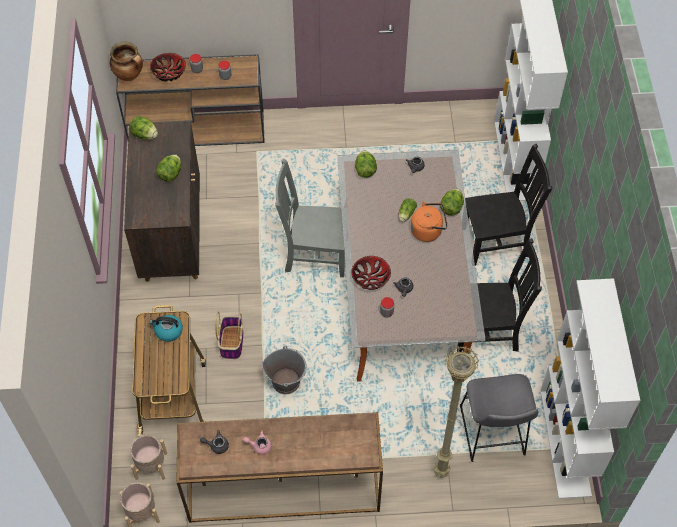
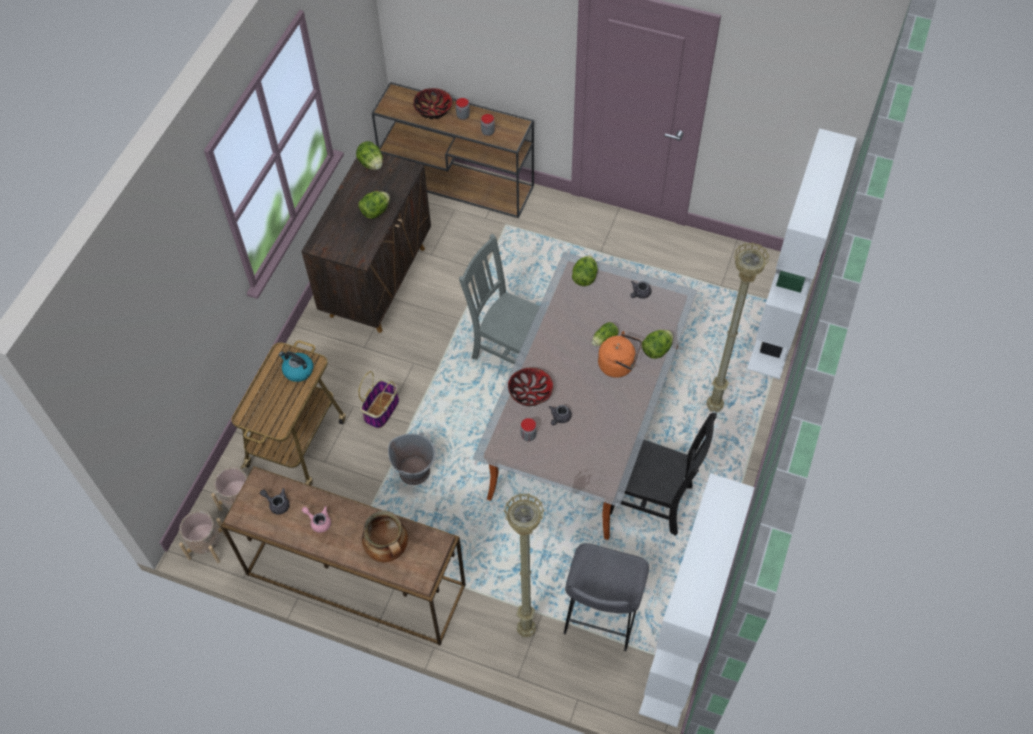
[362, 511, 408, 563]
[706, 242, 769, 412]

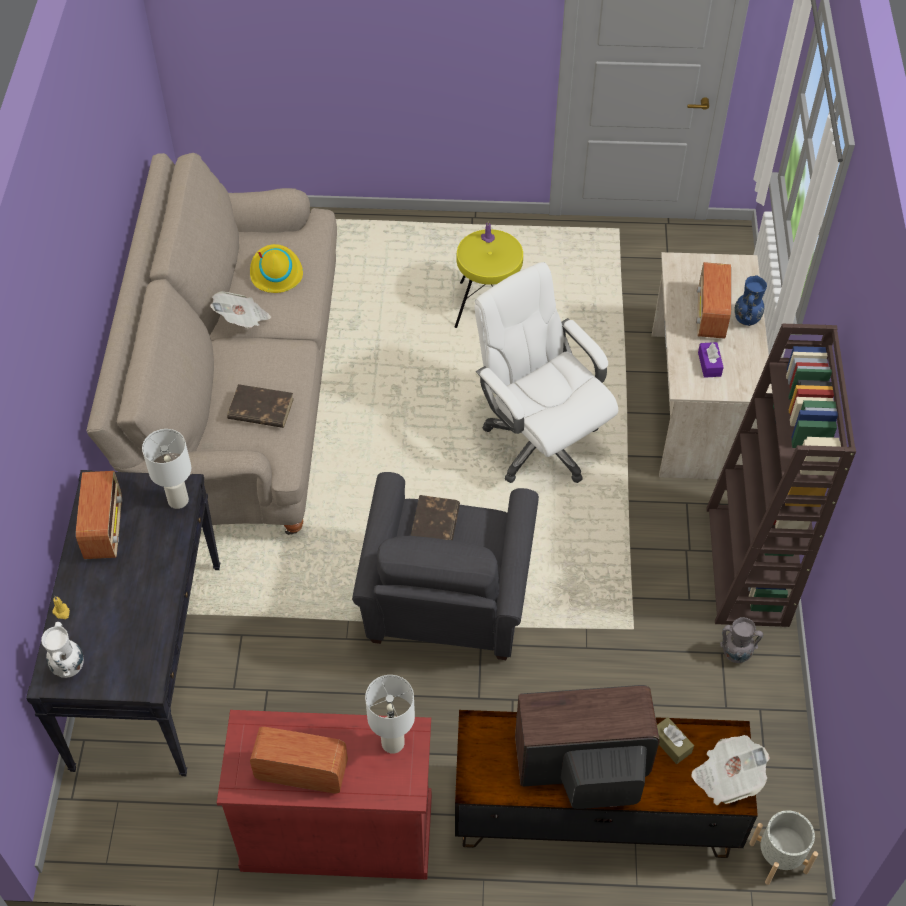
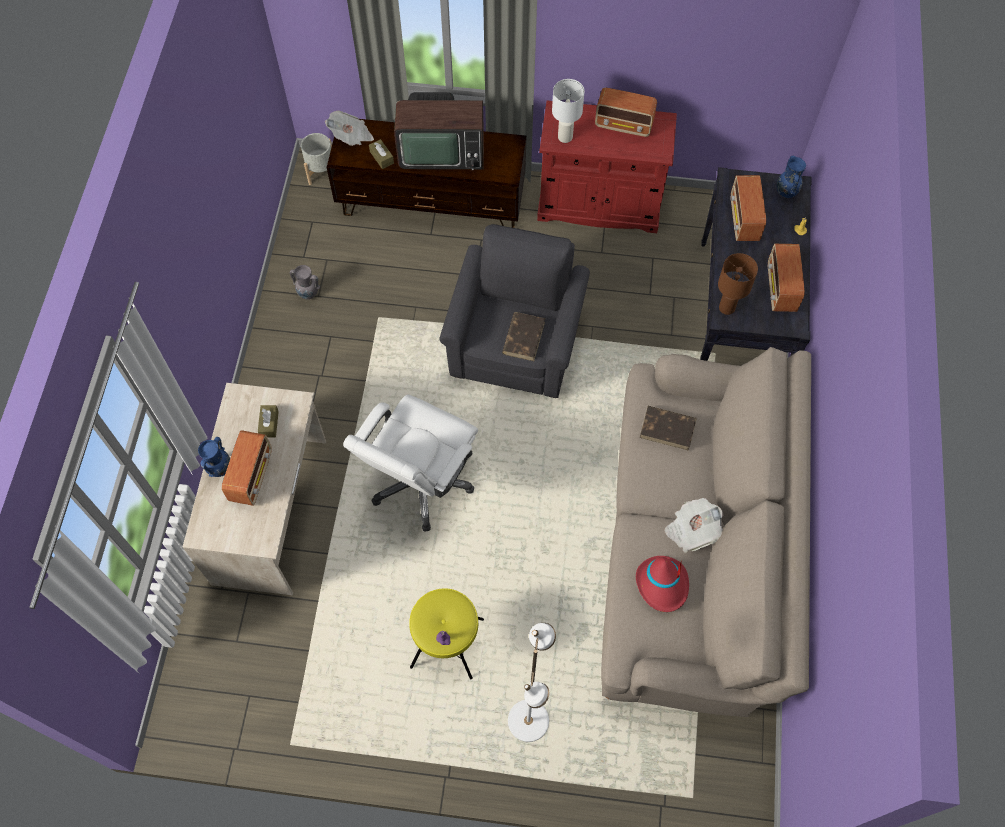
[706, 324, 856, 627] (first image)
[508, 623, 556, 742]
[730, 175, 766, 241]
[777, 156, 806, 198]
[718, 253, 758, 315]
[636, 556, 689, 612]
[258, 405, 279, 437]
[343, 395, 478, 532]

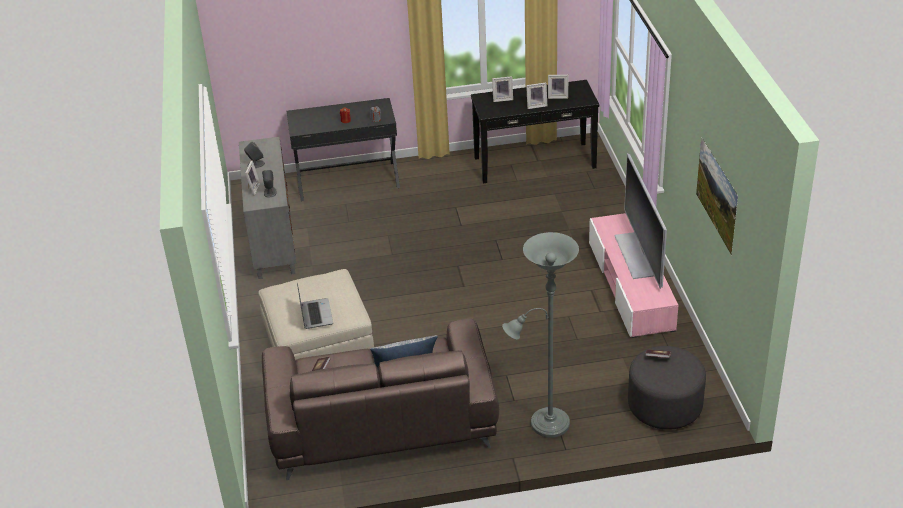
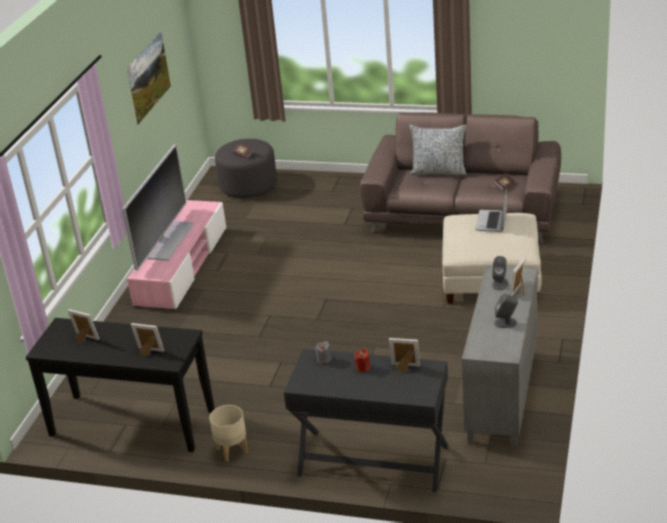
[502, 232, 579, 438] (first image)
[209, 405, 248, 462]
[389, 338, 420, 372]

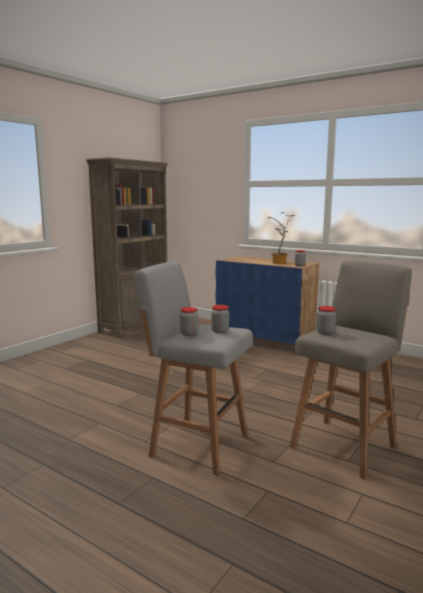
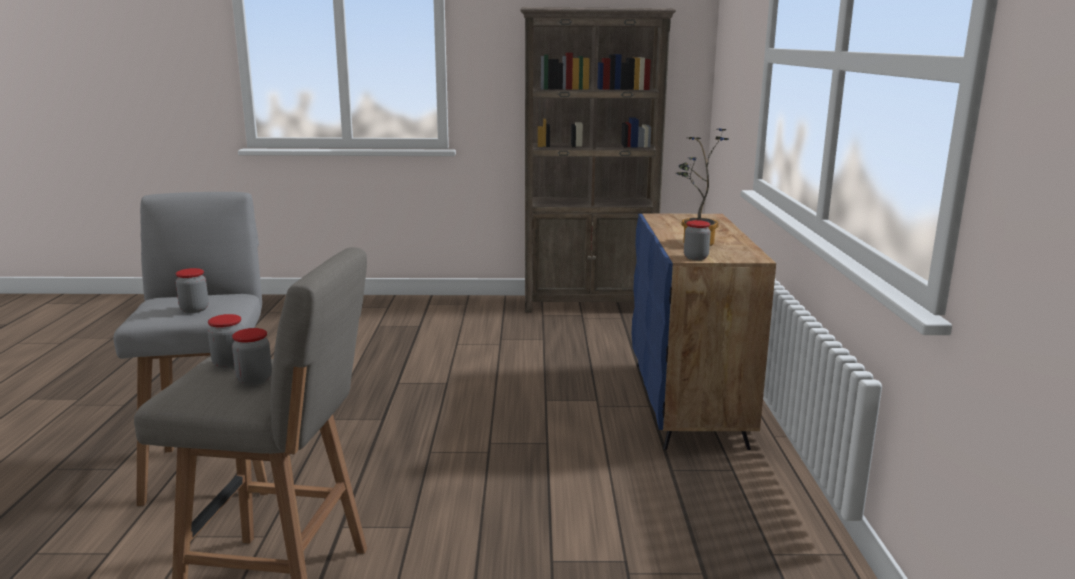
[232, 328, 272, 385]

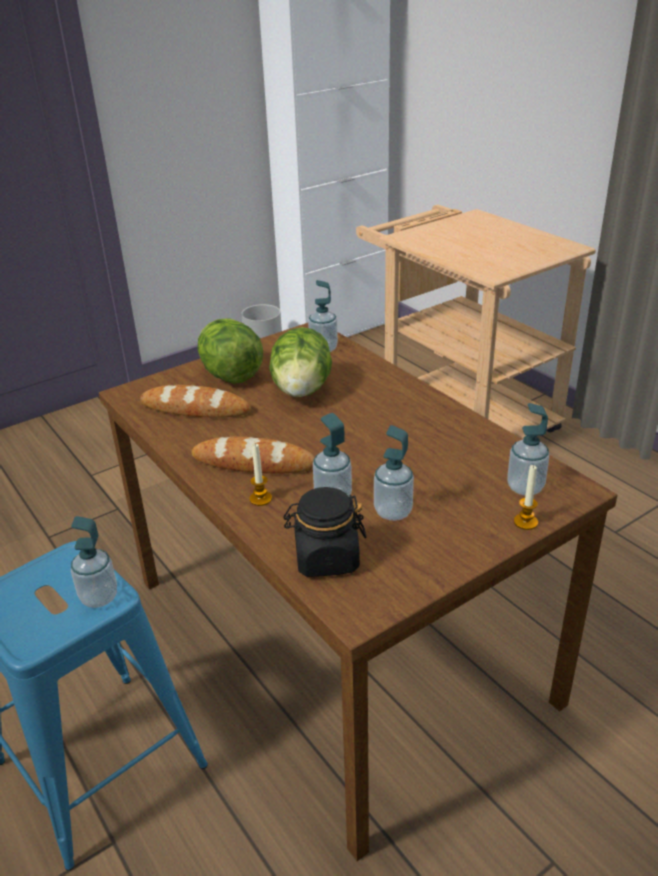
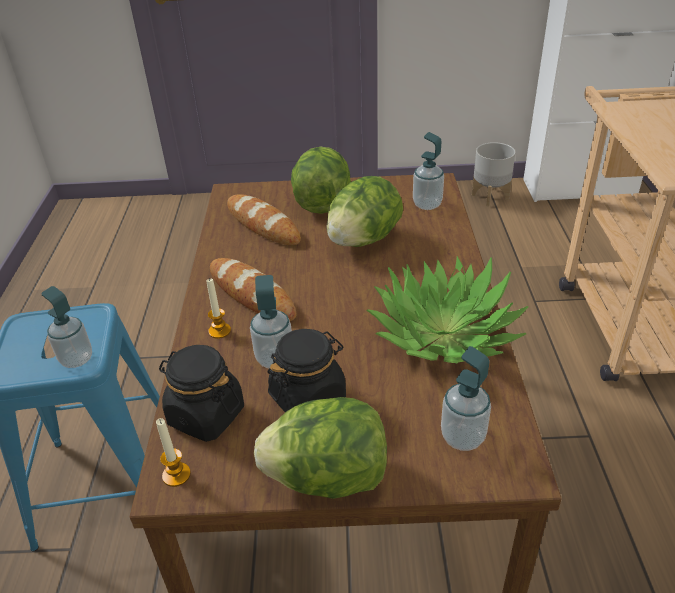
[254, 397, 387, 499]
[366, 256, 528, 363]
[156, 418, 191, 487]
[268, 329, 346, 412]

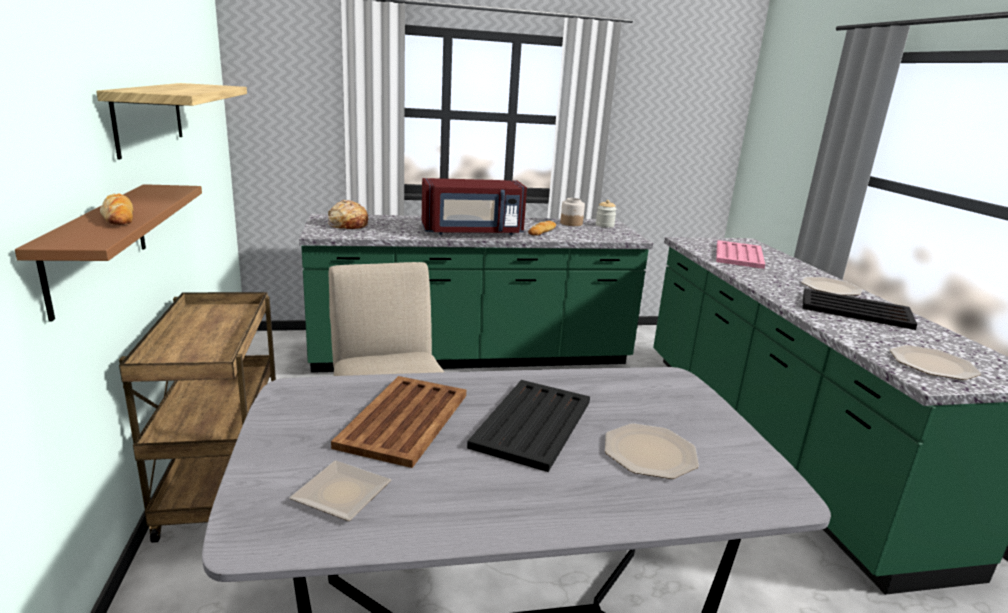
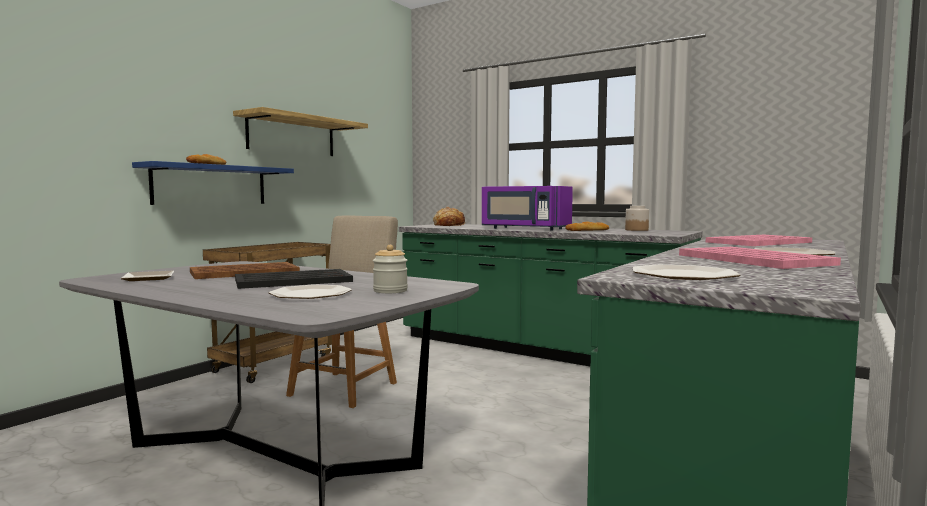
[373, 245, 408, 293]
[132, 161, 294, 205]
[482, 186, 573, 230]
[679, 247, 841, 269]

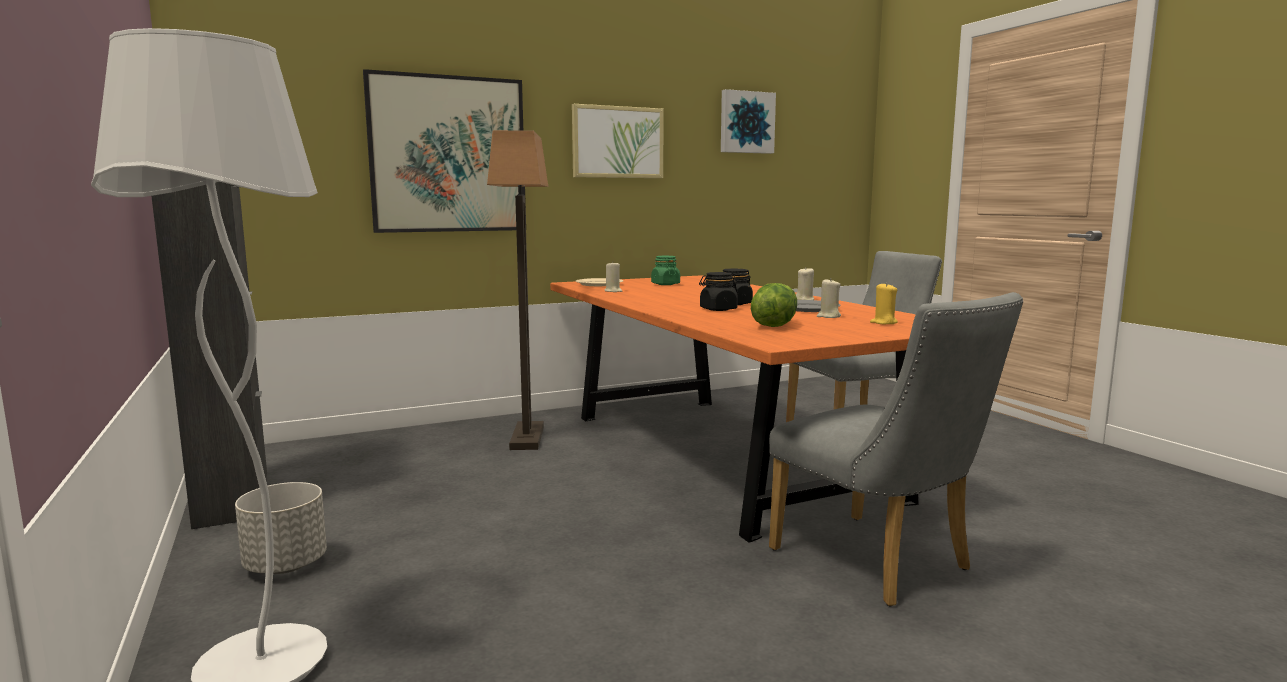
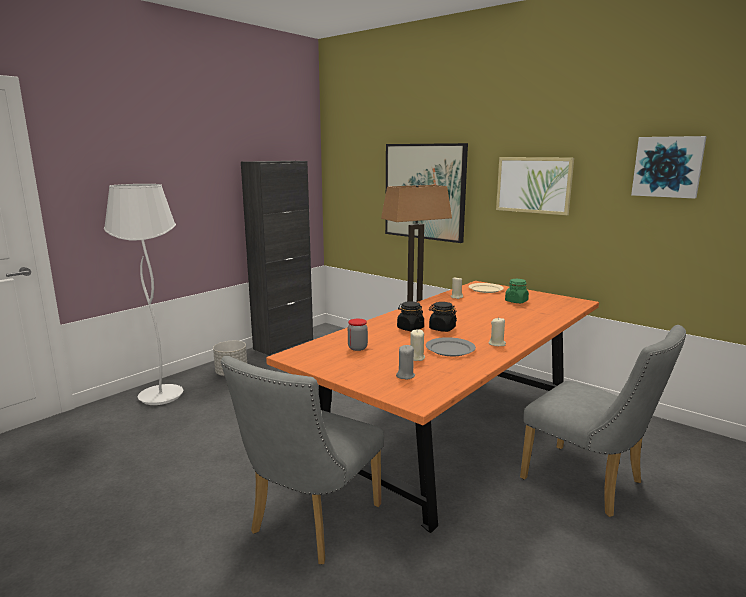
[348, 319, 368, 351]
[396, 345, 415, 380]

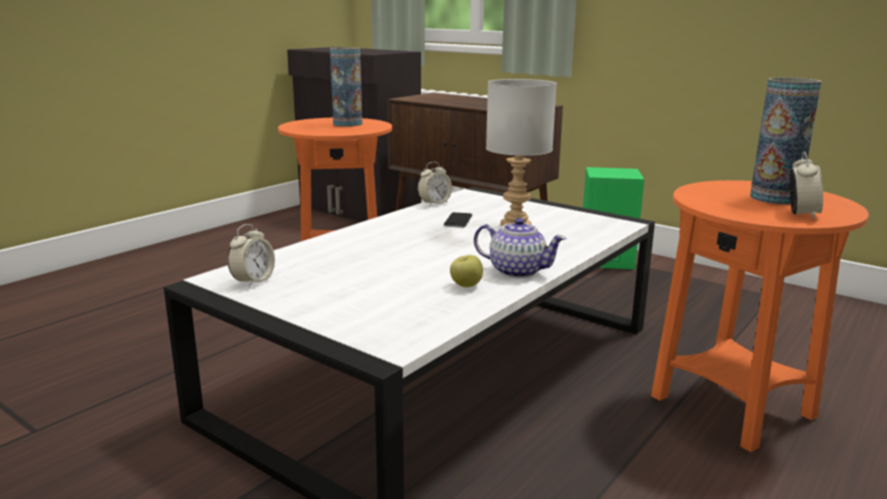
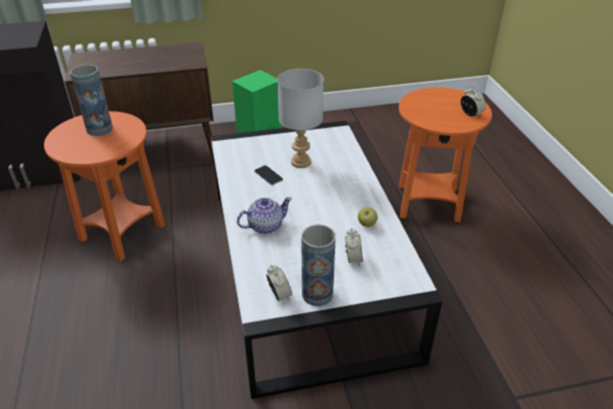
[345, 228, 363, 266]
[237, 197, 292, 234]
[302, 225, 336, 306]

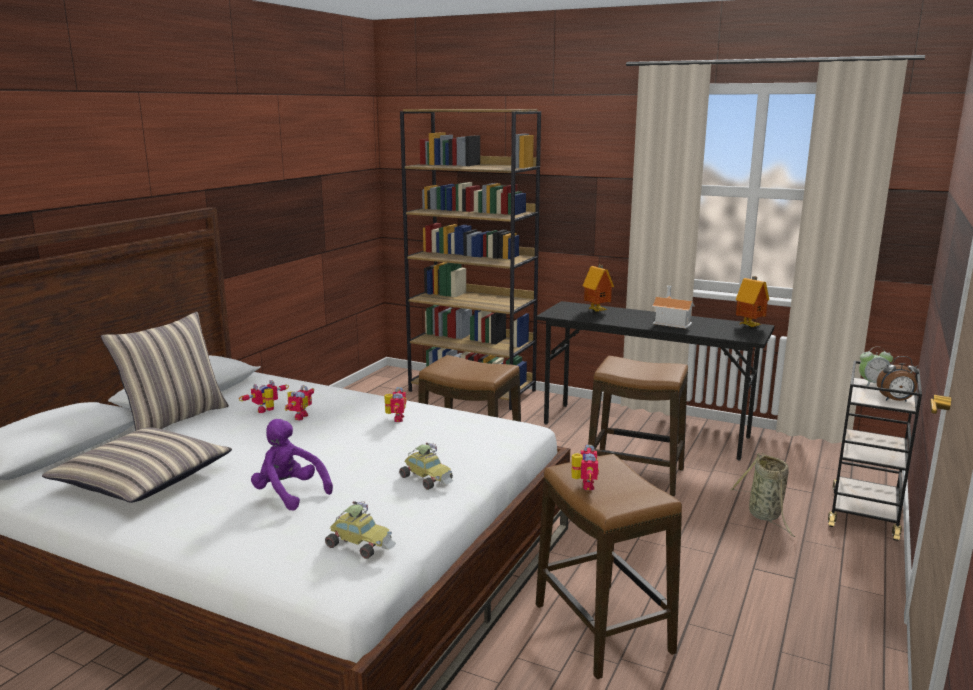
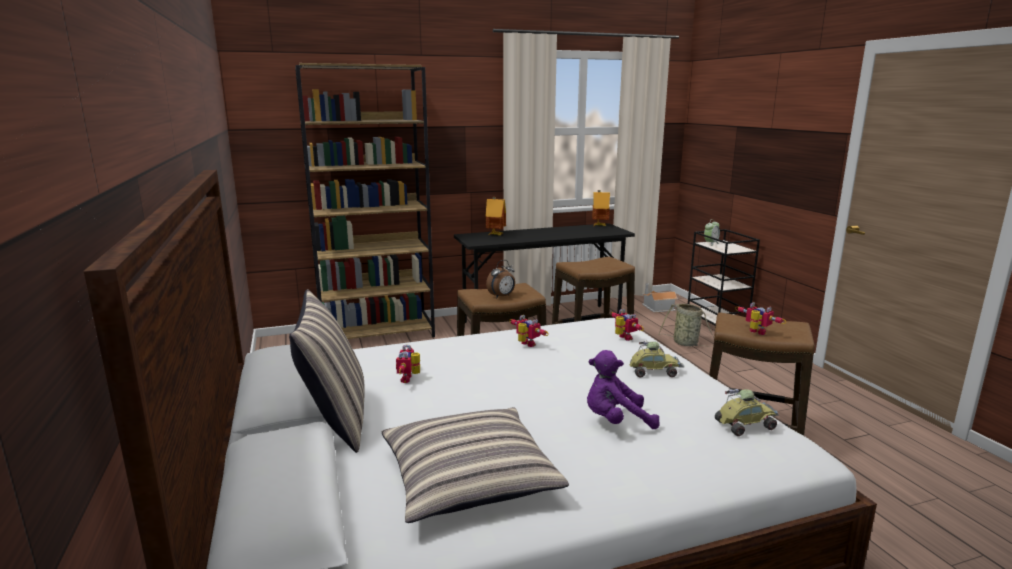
[611, 309, 644, 341]
[641, 283, 678, 313]
[486, 260, 515, 298]

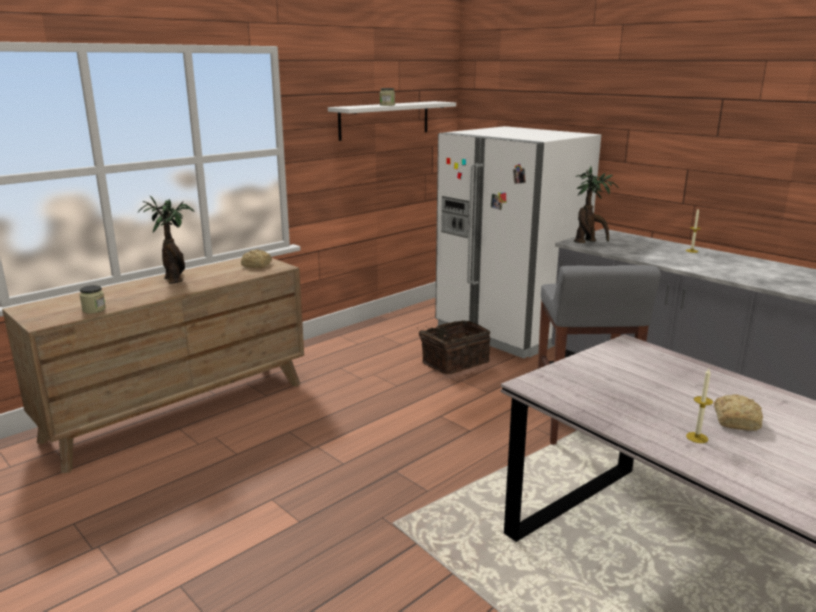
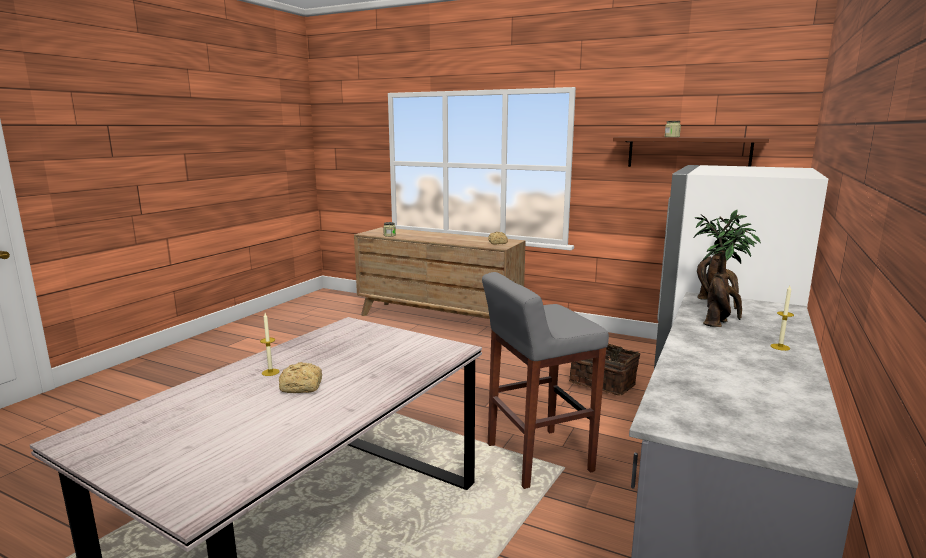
[697, 218, 757, 327]
[613, 137, 769, 167]

